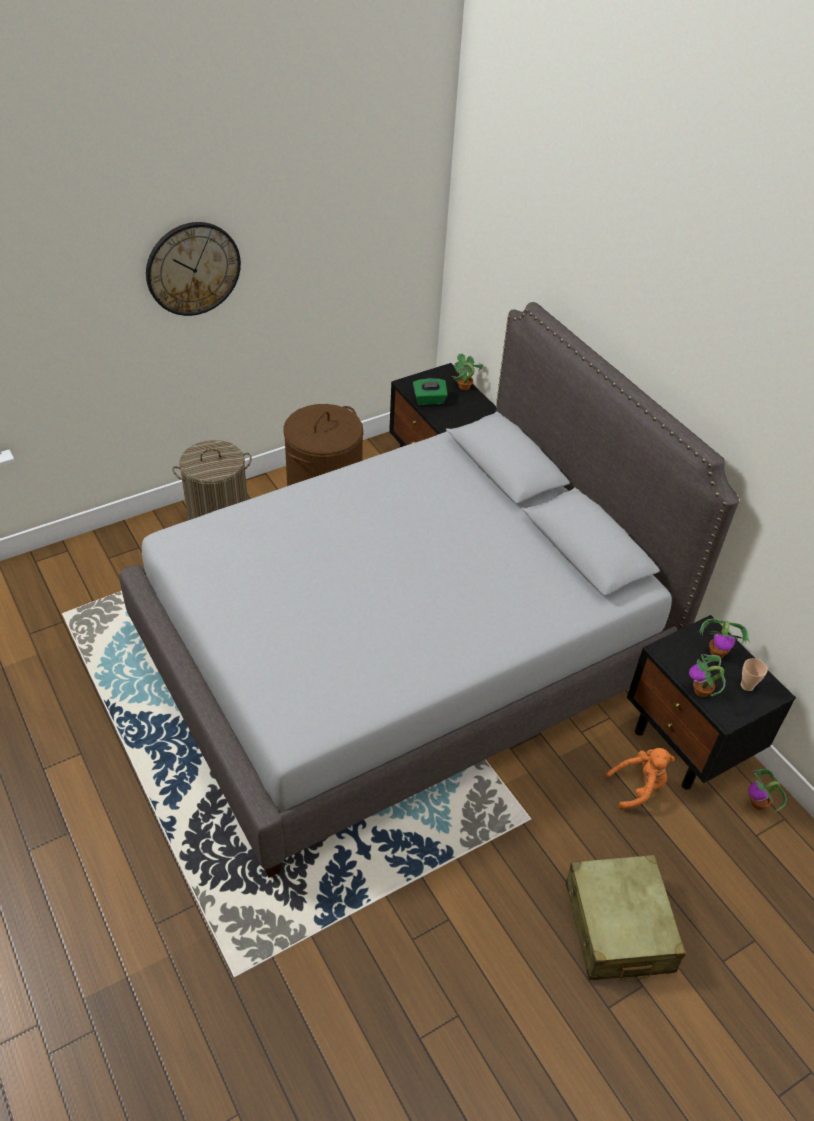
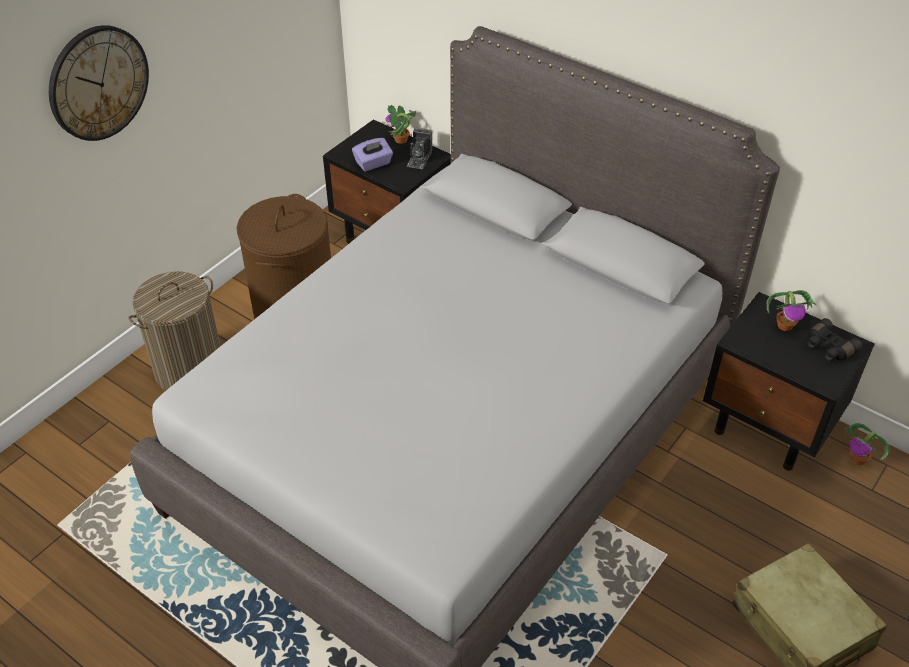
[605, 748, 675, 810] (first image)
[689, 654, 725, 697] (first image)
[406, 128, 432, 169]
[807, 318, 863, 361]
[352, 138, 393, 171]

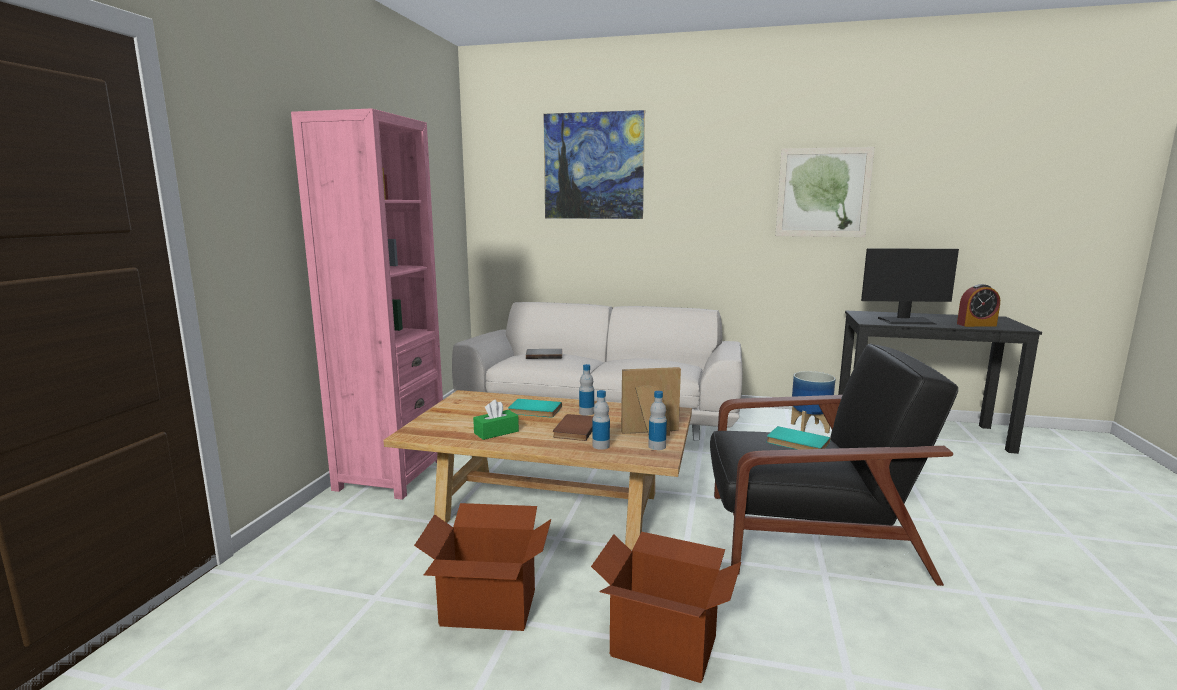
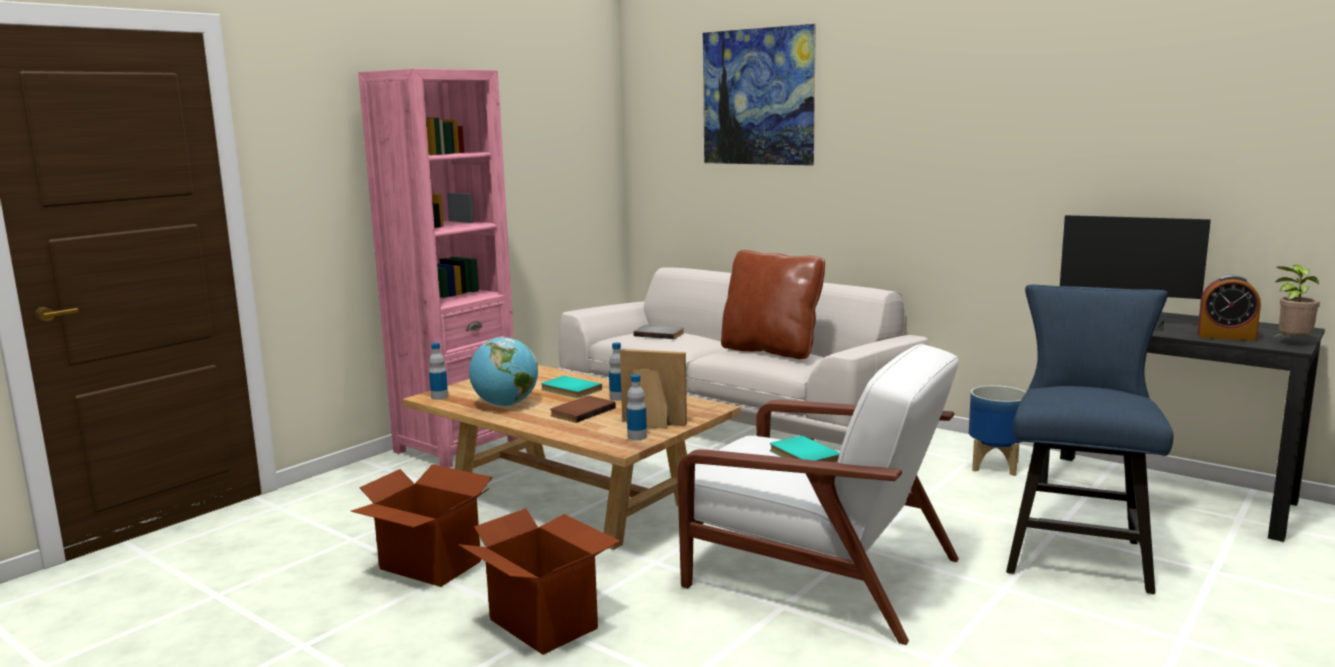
[775, 147, 875, 237] (first image)
[721, 250, 825, 359]
[1006, 285, 1173, 594]
[1272, 265, 1320, 338]
[429, 343, 448, 400]
[469, 337, 538, 406]
[678, 344, 959, 645]

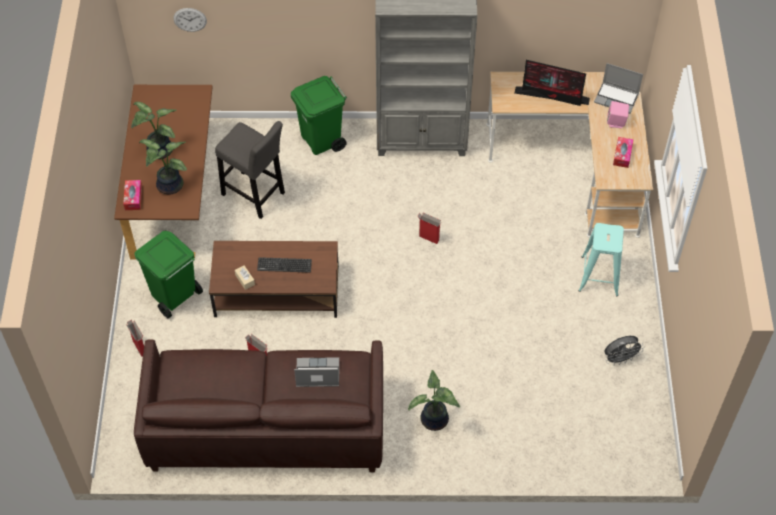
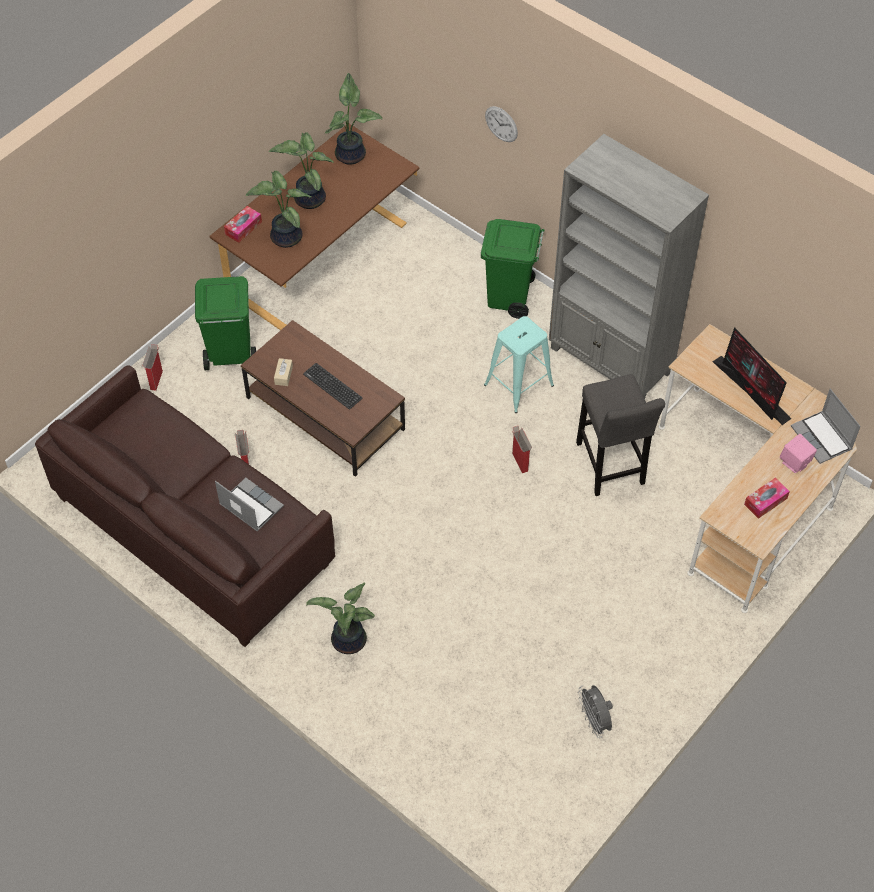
[325, 73, 383, 165]
[485, 106, 518, 142]
[576, 374, 665, 496]
[484, 316, 554, 413]
[578, 685, 613, 738]

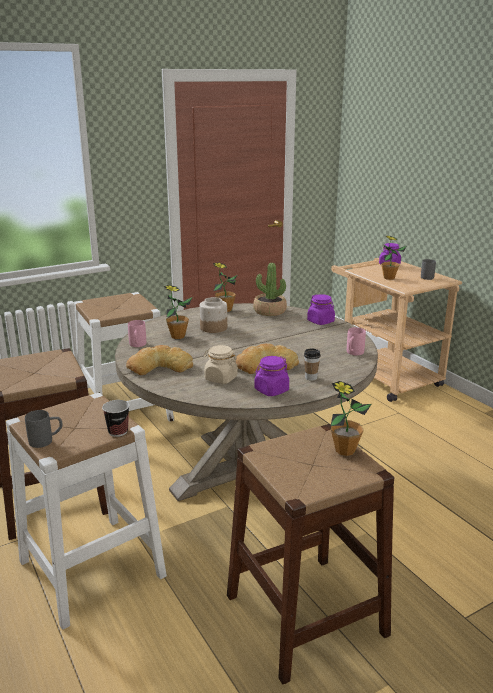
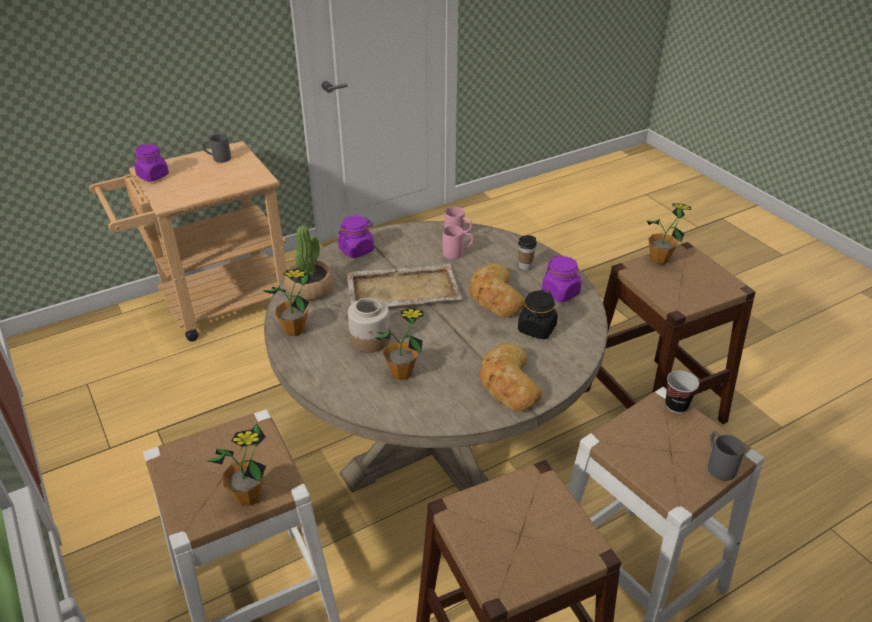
[346, 263, 462, 307]
[443, 226, 474, 259]
[206, 424, 266, 506]
[518, 289, 558, 339]

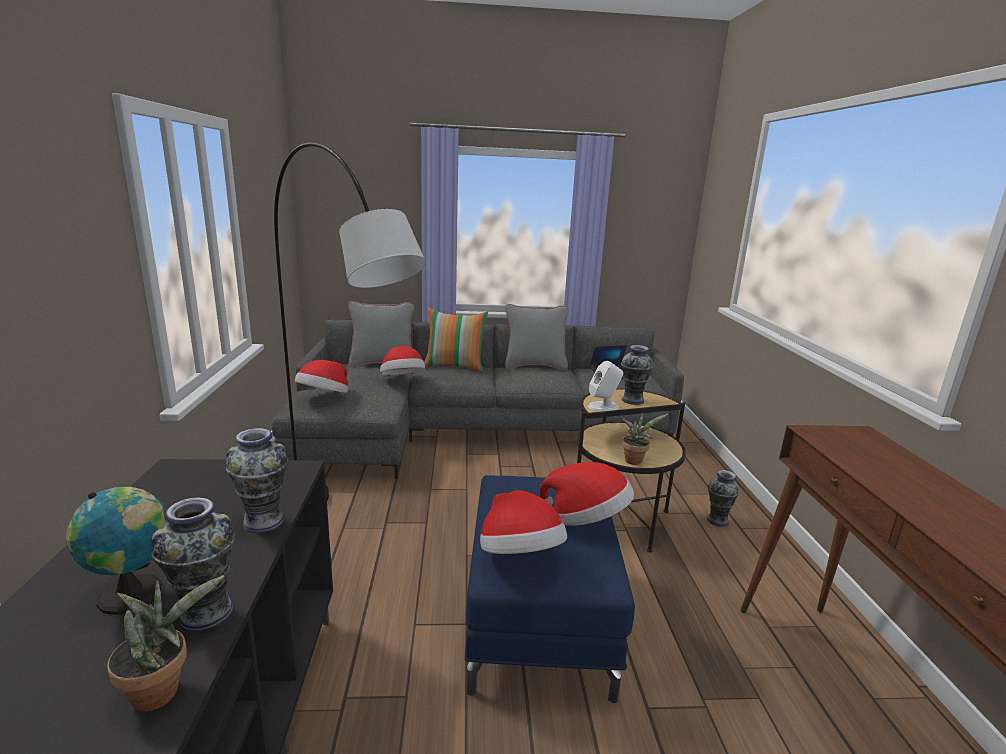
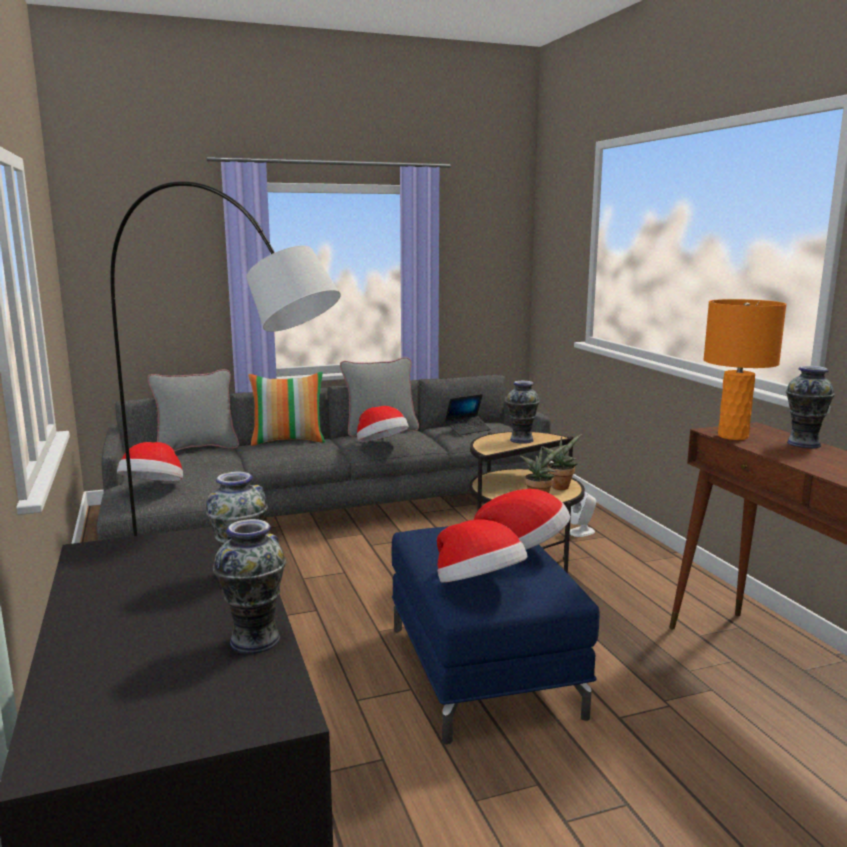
[66, 487, 167, 615] (first image)
[703, 299, 787, 440]
[541, 434, 582, 490]
[357, 406, 409, 442]
[570, 492, 596, 537]
[786, 366, 835, 449]

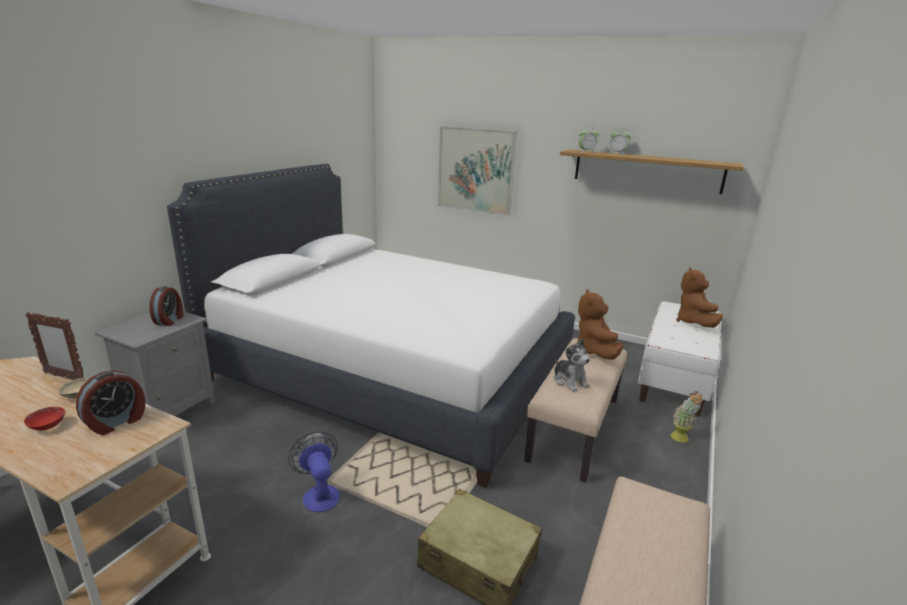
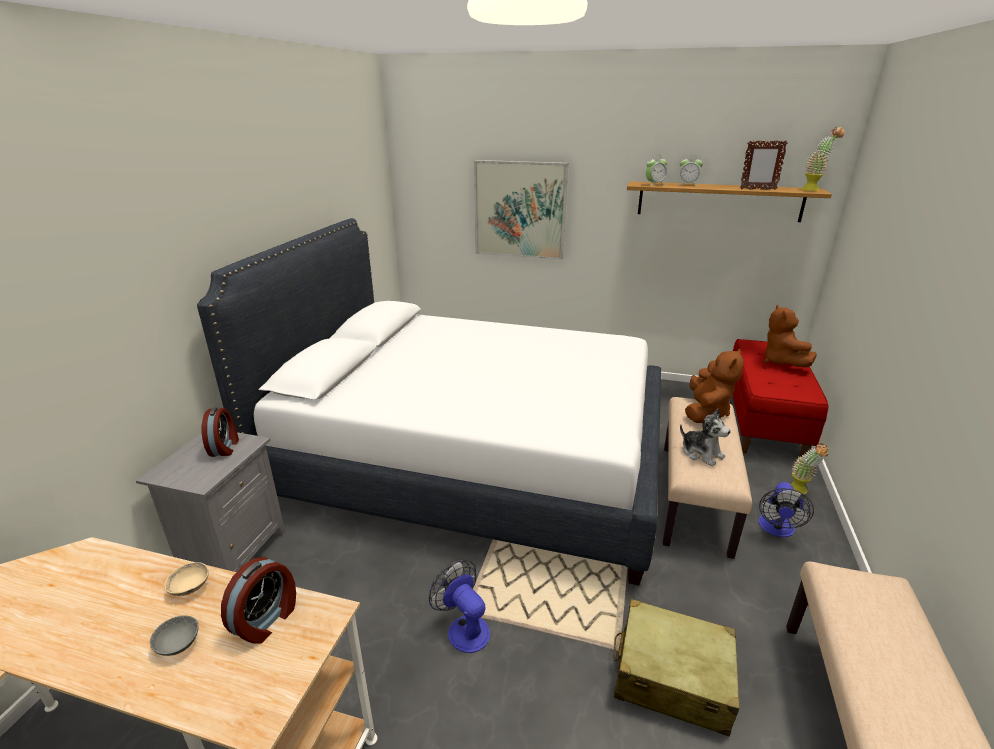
[758, 482, 814, 537]
[802, 127, 845, 191]
[740, 140, 788, 190]
[150, 615, 199, 656]
[732, 339, 829, 457]
[685, 348, 744, 423]

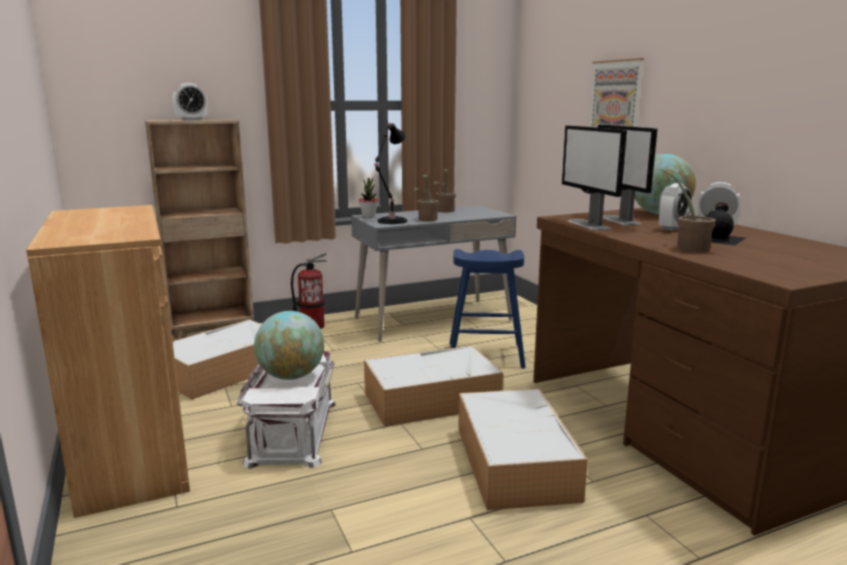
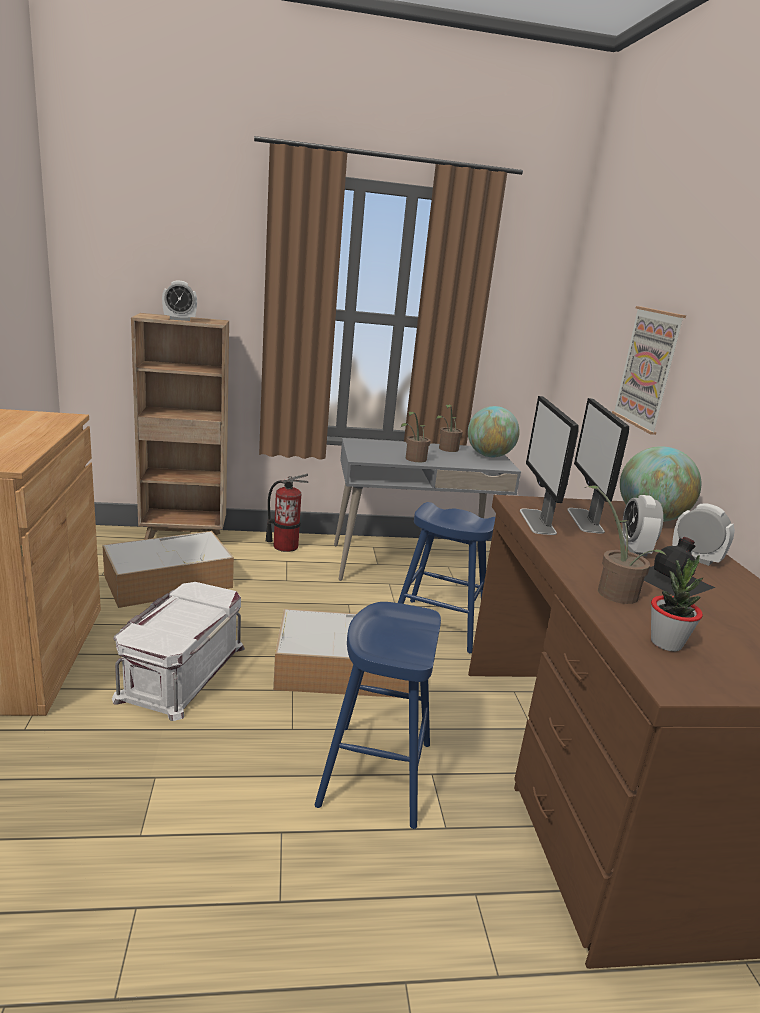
[374, 123, 407, 224] (first image)
[468, 406, 520, 457]
[651, 555, 703, 652]
[315, 602, 441, 829]
[622, 495, 663, 557]

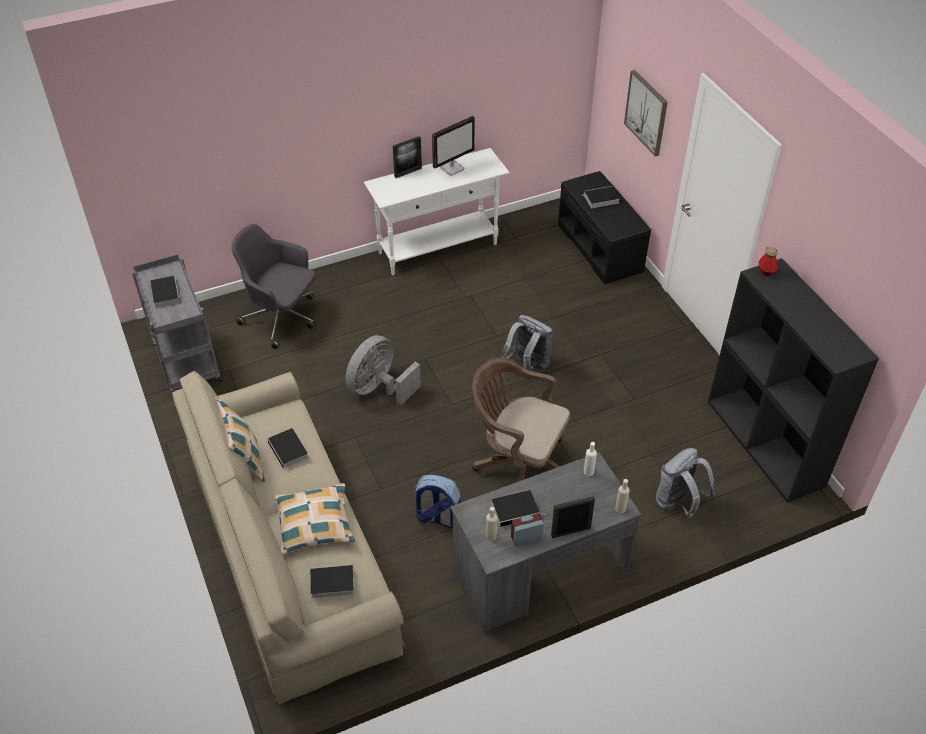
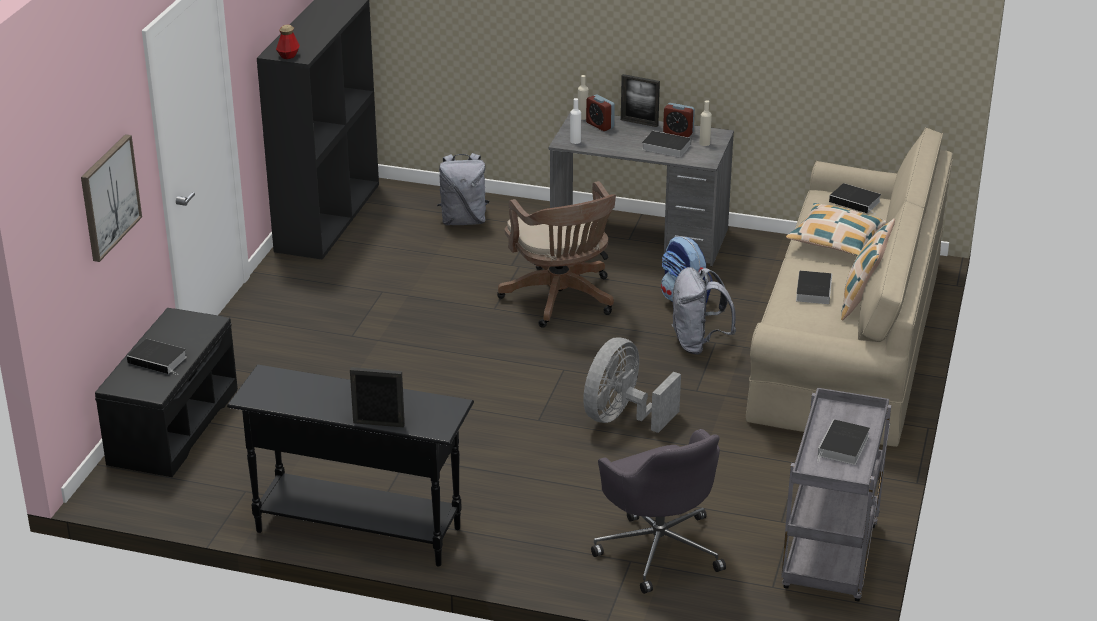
[432, 116, 475, 176] (first image)
[586, 94, 615, 131]
[672, 267, 736, 354]
[227, 365, 474, 566]
[583, 337, 681, 433]

